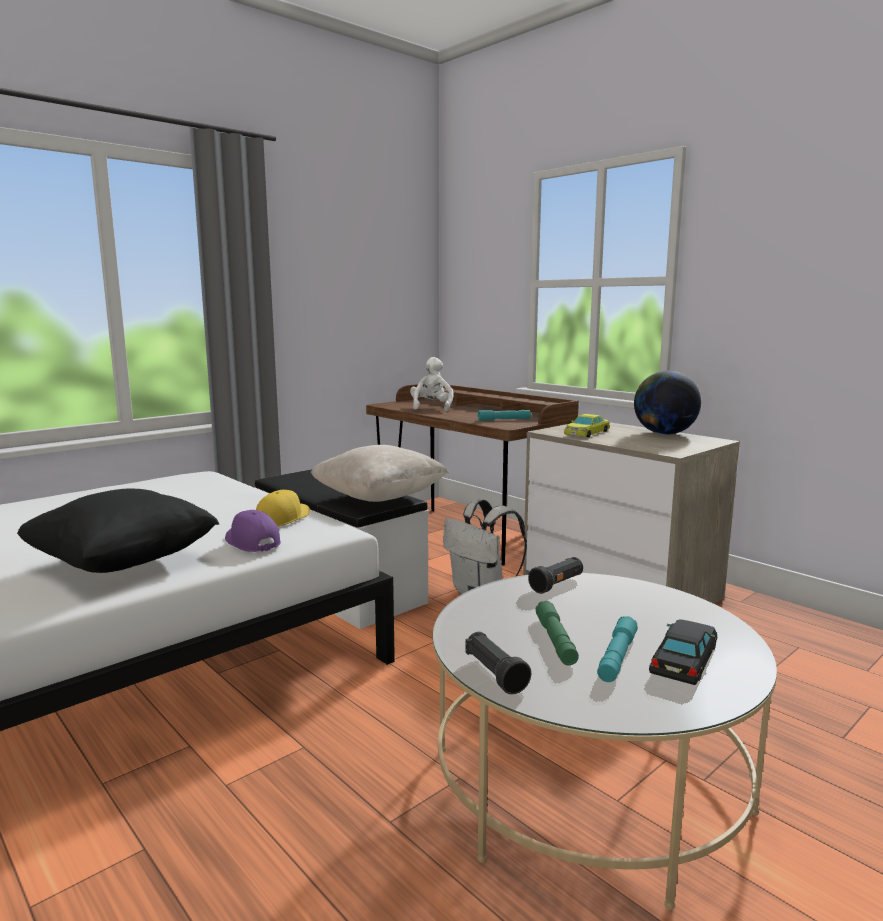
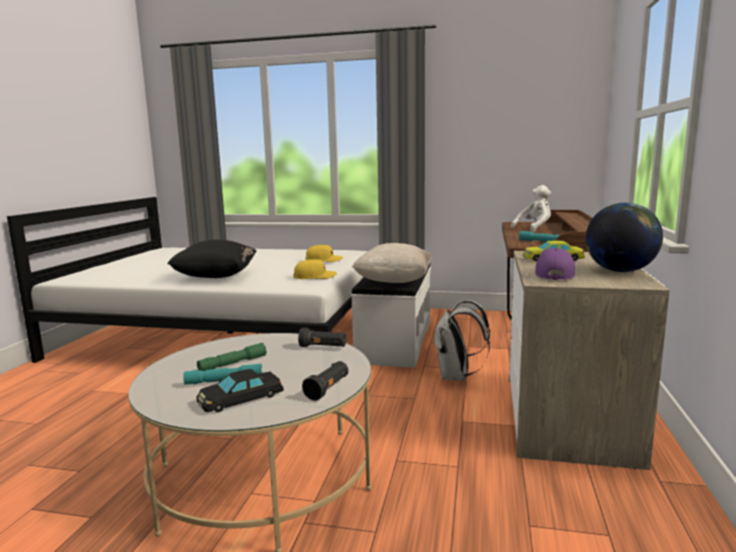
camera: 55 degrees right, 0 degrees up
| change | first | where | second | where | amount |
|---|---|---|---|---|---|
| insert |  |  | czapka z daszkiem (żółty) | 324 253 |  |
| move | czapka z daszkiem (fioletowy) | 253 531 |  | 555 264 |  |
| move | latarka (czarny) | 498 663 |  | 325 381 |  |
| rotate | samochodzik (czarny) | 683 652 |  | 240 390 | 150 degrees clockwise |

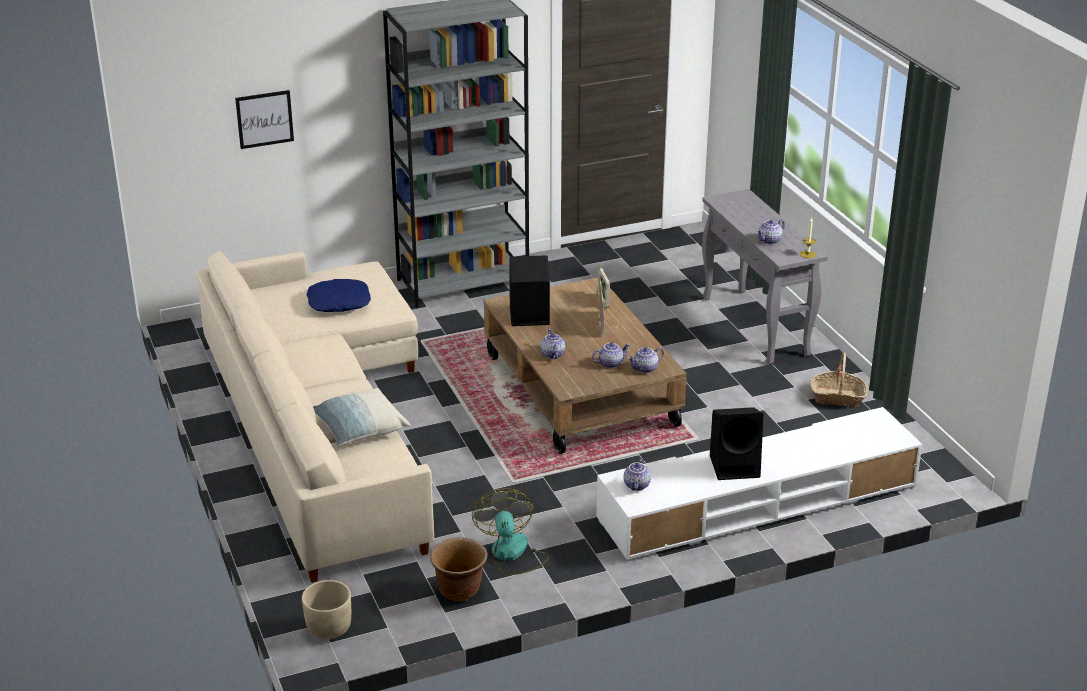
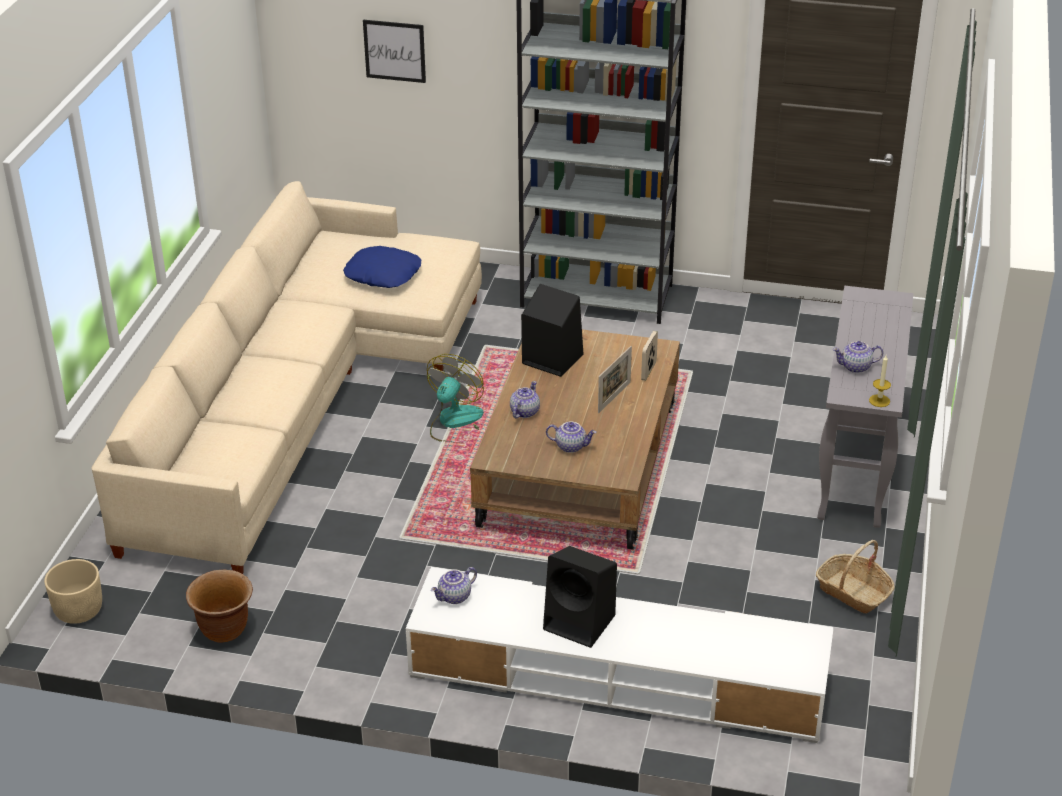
camera: 35 degrees right, 5 degrees up
| change | first | where | second | where | amount |
|---|---|---|---|---|---|
| delete | poduszka | 362 417 |  |  |  |
| delete | imbryk | 646 360 |  |  |  |
| move | wentylator | 510 531 |  | 455 398 |  |

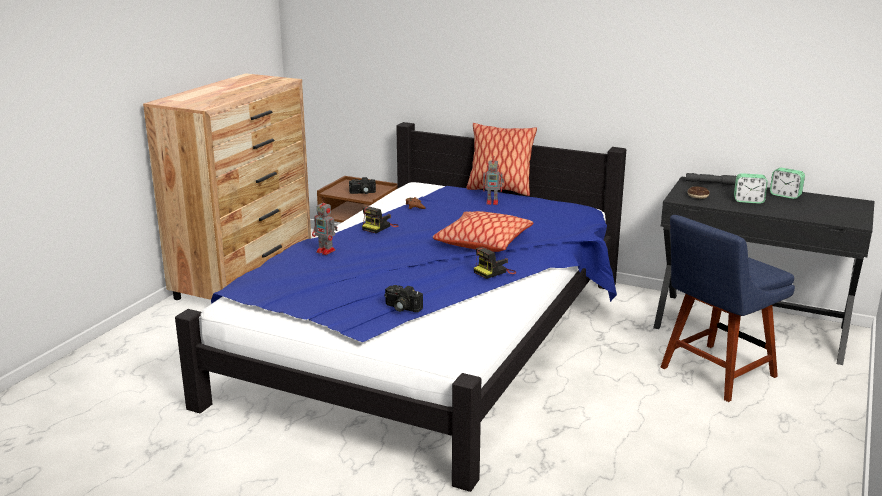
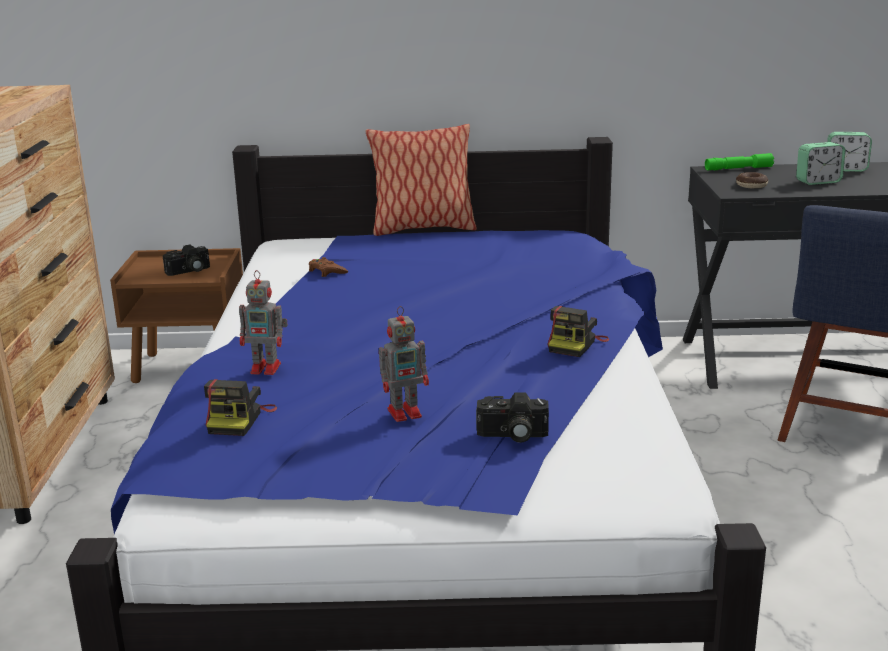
camera: 25 degrees left, 0 degrees up
| change | first | where | second | where | amount |
|---|---|---|---|---|---|
| delete | poduszka | 483 231 |  |  |  |
| move | aparat fotograficzny | 380 219 |  | 240 407 |  |
| move | robot zabawkowy | 493 180 |  | 404 364 |  |
| recolor | latarka (szary) | 711 179 | latarka (zielony) | 739 161 |  |

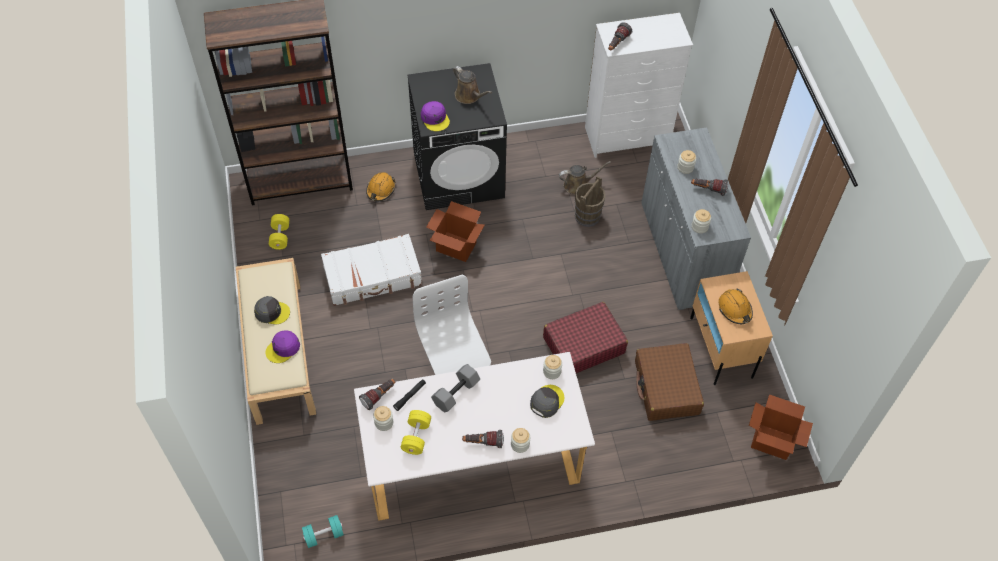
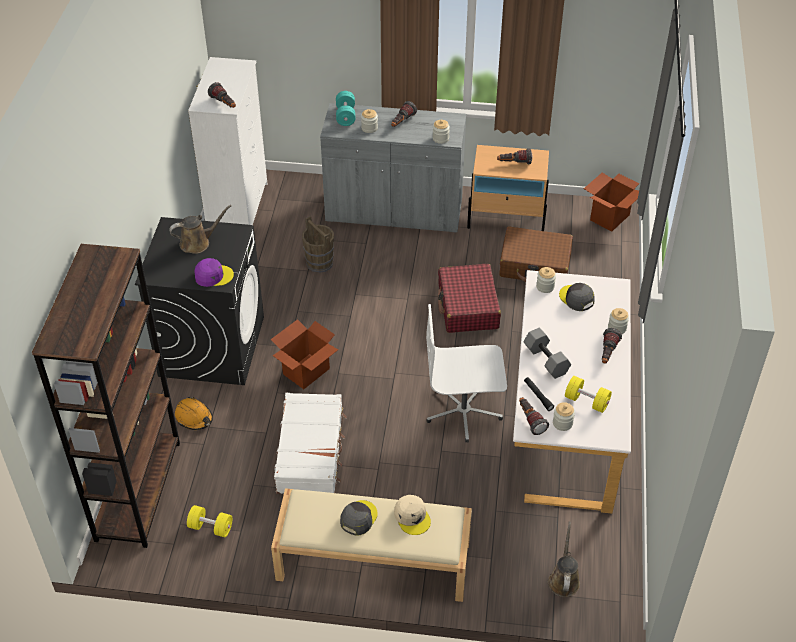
camera: 70 degrees left, 10 degrees down
| change | first | where | second | where | amount |
|---|---|---|---|---|---|
| move | hantel (turkusowy) | 323 531 |  | 345 108 |  |
| move | konewka (brązowy) | 585 178 |  | 564 559 |  |
| replace | kask (pomarańczowy) | 735 306 | latarka | 514 156 |  |
| recolor | czapka z daszkiem (fioletowy) | 283 347 | czapka z daszkiem (beżowy) | 412 515 |  |

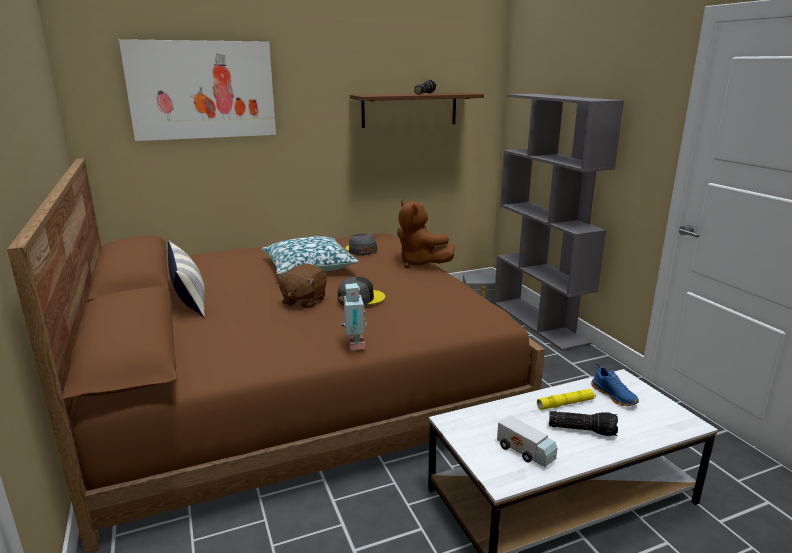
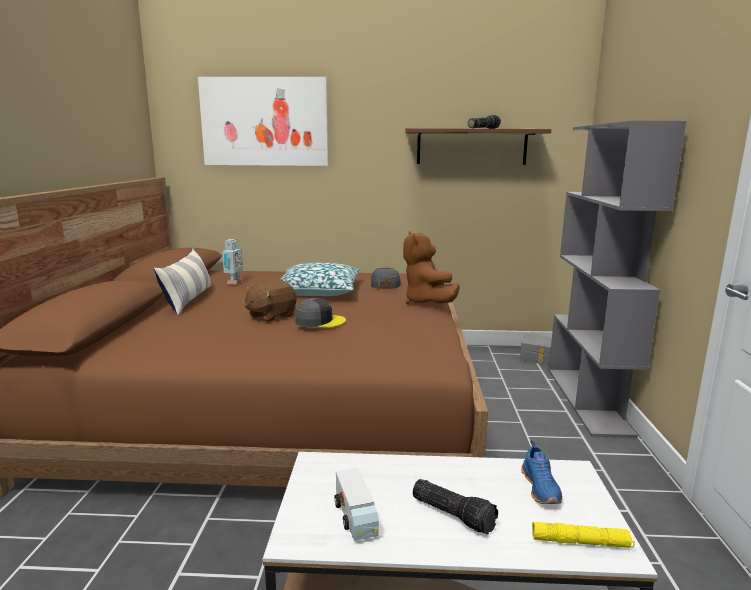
camera: 25 degrees right, 5 degrees down
| change | first | where | second | where | amount |
|---|---|---|---|---|---|
| move | robot zabawkowy | 354 316 |  | 233 262 |  |
| move | latarka (żółty) | 566 399 |  | 583 535 |  |

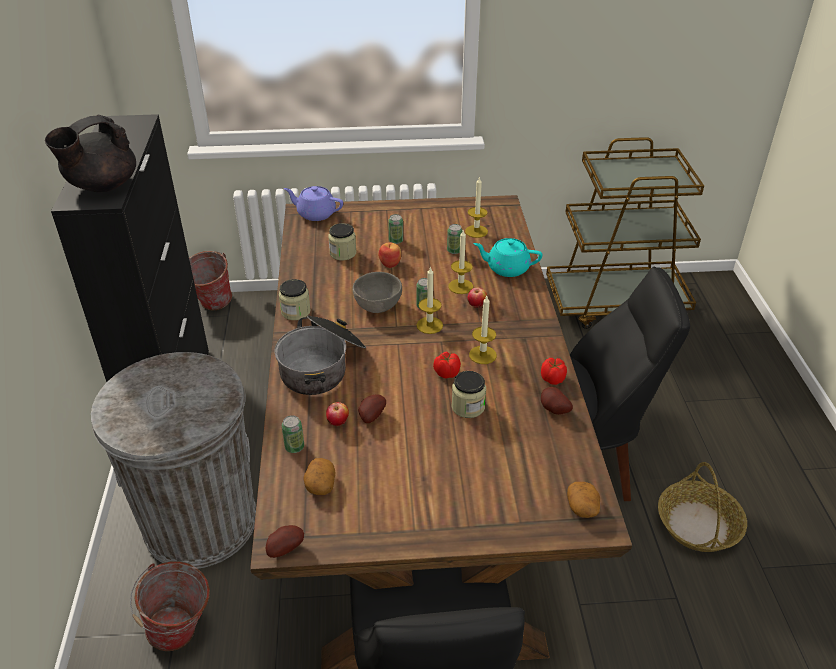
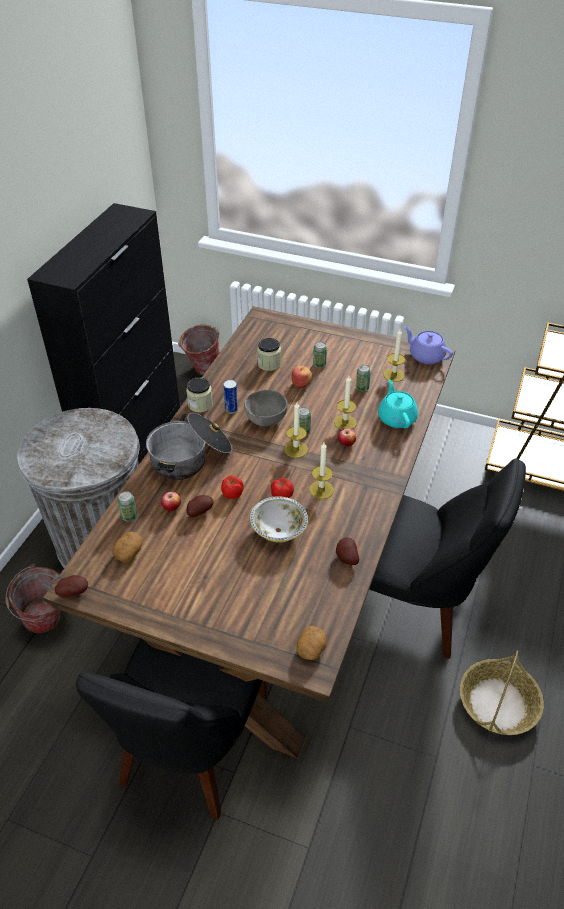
camera: 25 degrees right, 5 degrees up
| change | first | where | second | where | amount |
|---|---|---|---|---|---|
| delete | imbryk (czarny) | 90 153 |  |  |  |
| insert |  |  | puszka | 230 397 |  |
| move | imbryk (fioletowy) | 313 203 |  | 428 345 |  |
| move | pomidor | 554 371 |  | 232 487 |  |
| replace | słoik | 469 394 | miska | 279 519 |  |
| rotate | imbryk (turkusowy) | 507 257 |  | 398 404 | 45 degrees clockwise |

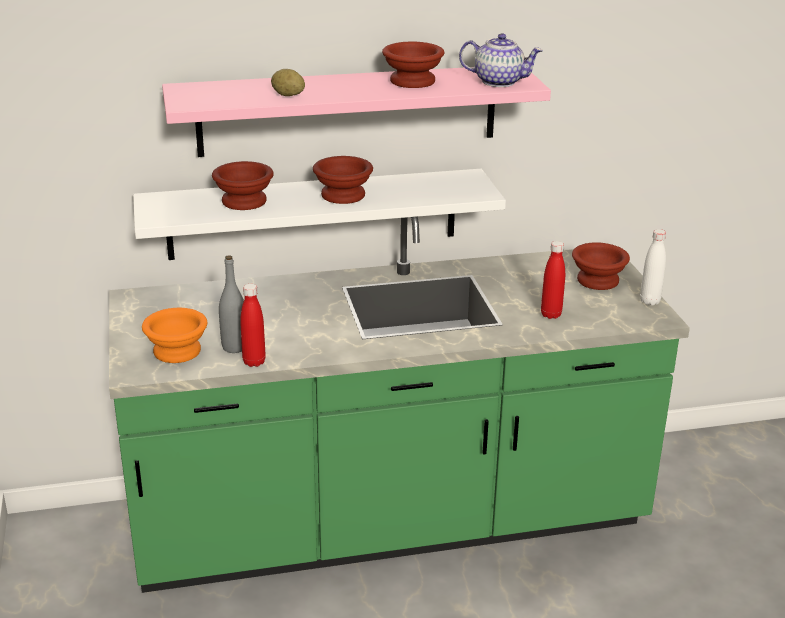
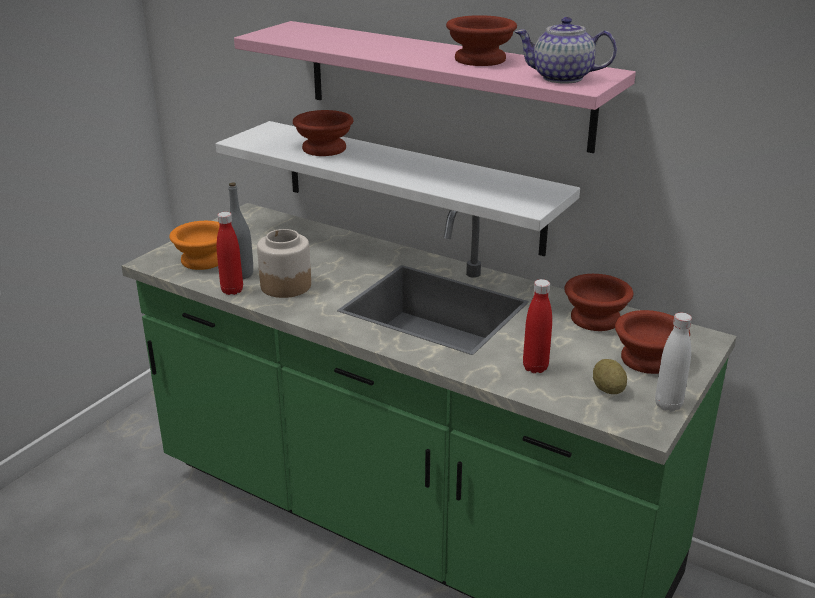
camera: 45 degrees right, 0 degrees up
| change | first | where | second | where | amount |
|---|---|---|---|---|---|
| insert |  |  | słoik | 284 263 |  |
| move | ziemniak | 288 82 |  | 610 376 |  |
| move | miska (brązowy) | 343 180 |  | 598 302 |  |
| rotate | imbryk | 501 60 |  | 566 50 | 135 degrees clockwise |

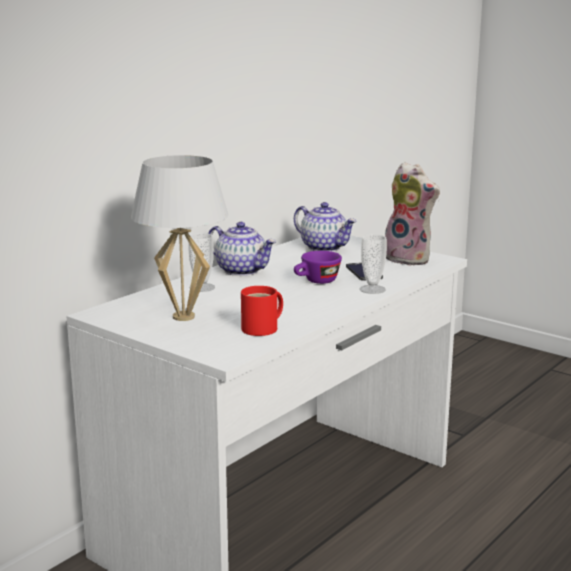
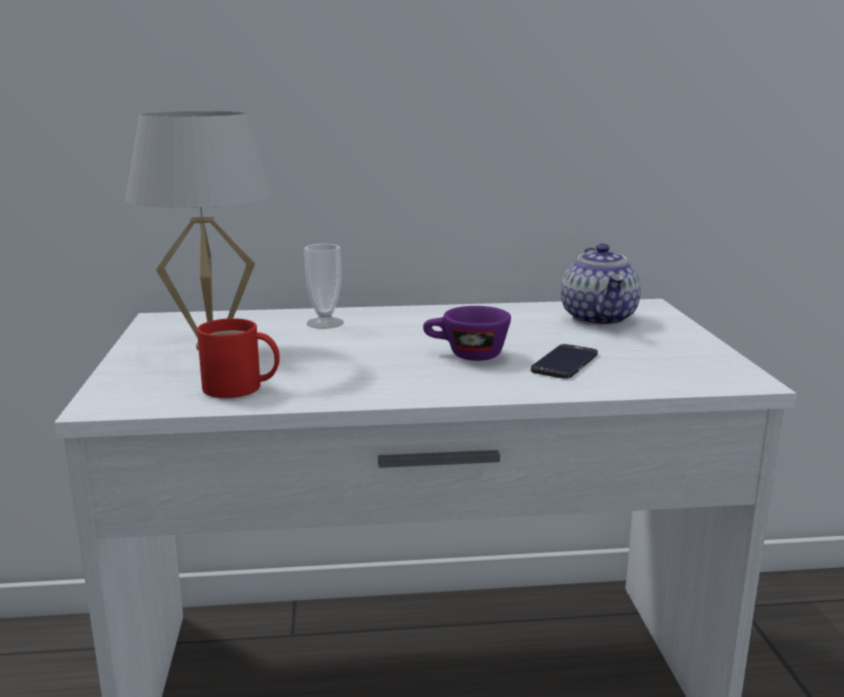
camera: 45 degrees right, 0 degrees up
| change | first | where | second | where | amount |
|---|---|---|---|---|---|
| delete | imbryk | 242 249 |  |  |  |
| delete | filiżanka | 373 264 |  |  |  |
| delete | pluszak | 412 214 |  |  |  |

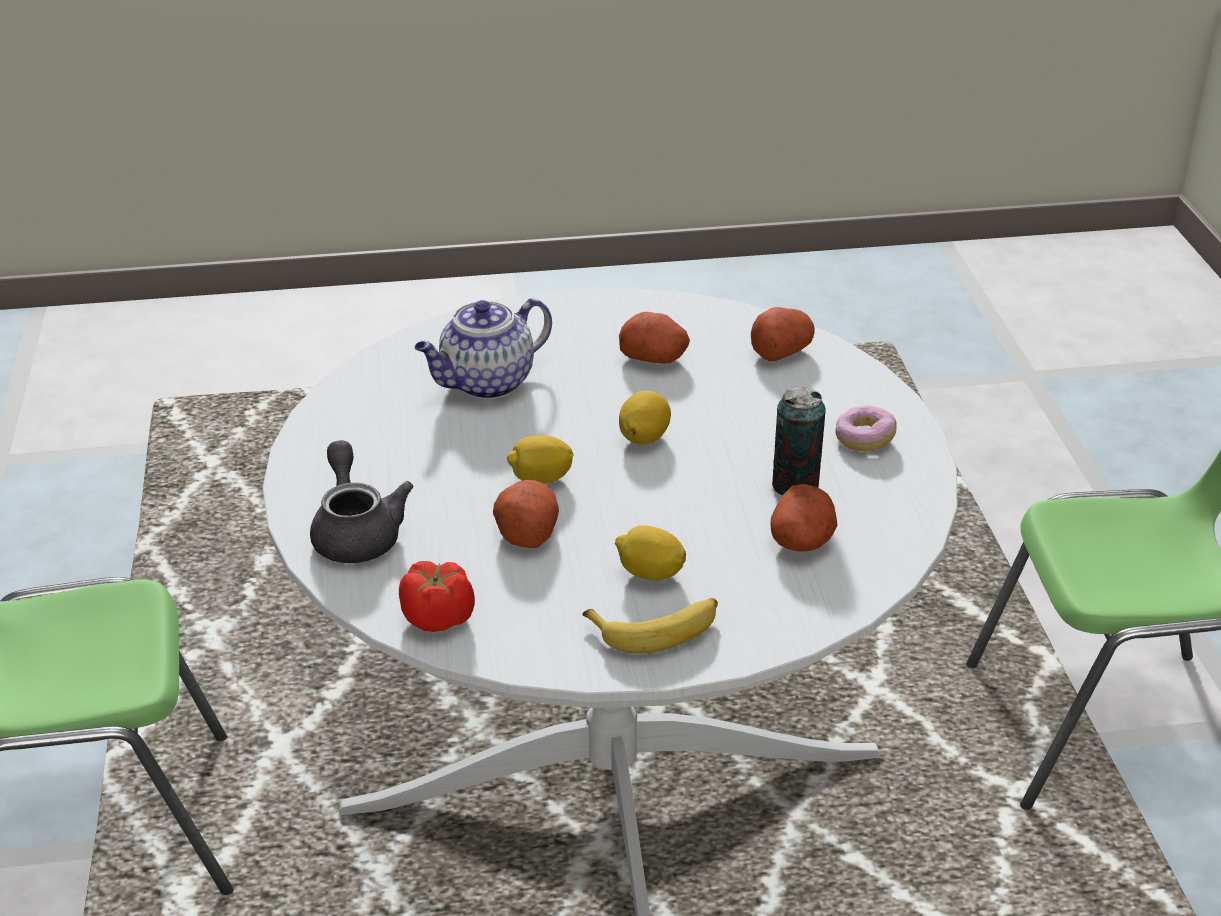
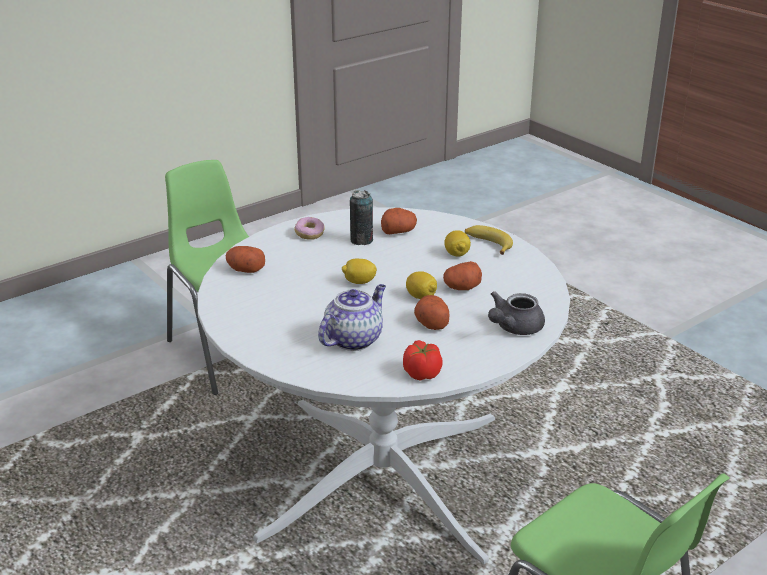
camera: 120 degrees left, 5 degrees down
| change | first | where | second | where | amount |
|---|---|---|---|---|---|
| move | pomidor | 437 596 |  | 423 360 |  |
| move | ziemniak | 654 338 |  | 431 312 |  |
| rotate | imbryk | 483 348 |  | 352 317 | 75 degrees counterclockwise |

